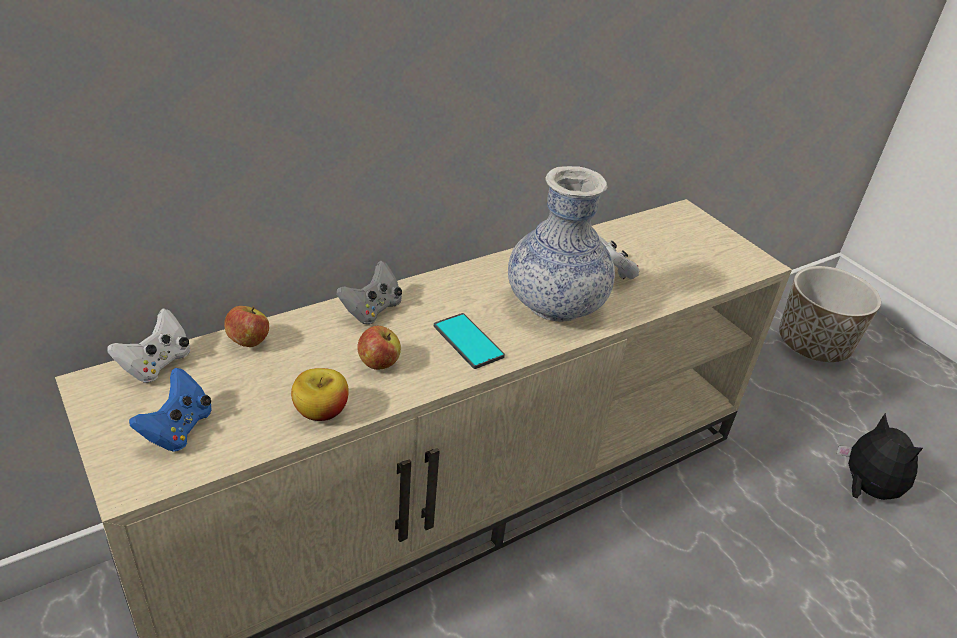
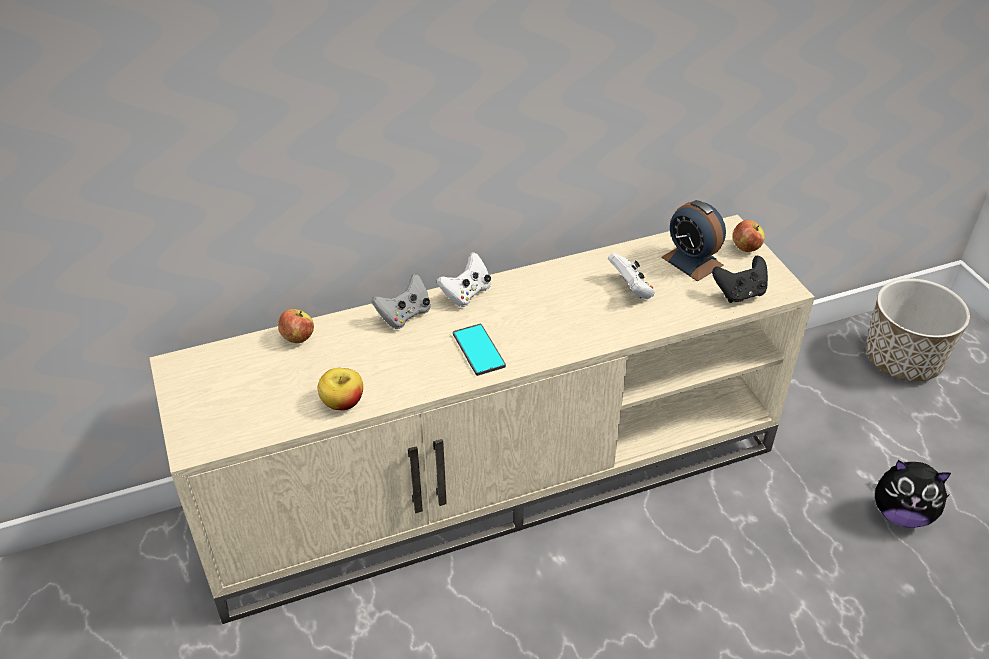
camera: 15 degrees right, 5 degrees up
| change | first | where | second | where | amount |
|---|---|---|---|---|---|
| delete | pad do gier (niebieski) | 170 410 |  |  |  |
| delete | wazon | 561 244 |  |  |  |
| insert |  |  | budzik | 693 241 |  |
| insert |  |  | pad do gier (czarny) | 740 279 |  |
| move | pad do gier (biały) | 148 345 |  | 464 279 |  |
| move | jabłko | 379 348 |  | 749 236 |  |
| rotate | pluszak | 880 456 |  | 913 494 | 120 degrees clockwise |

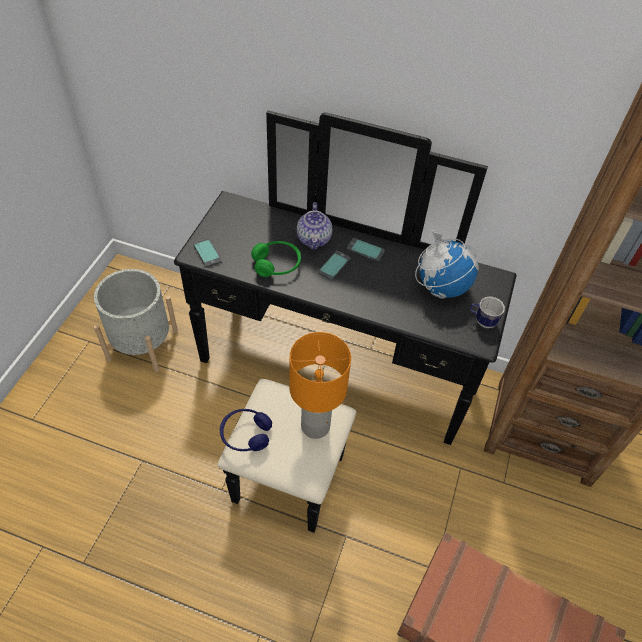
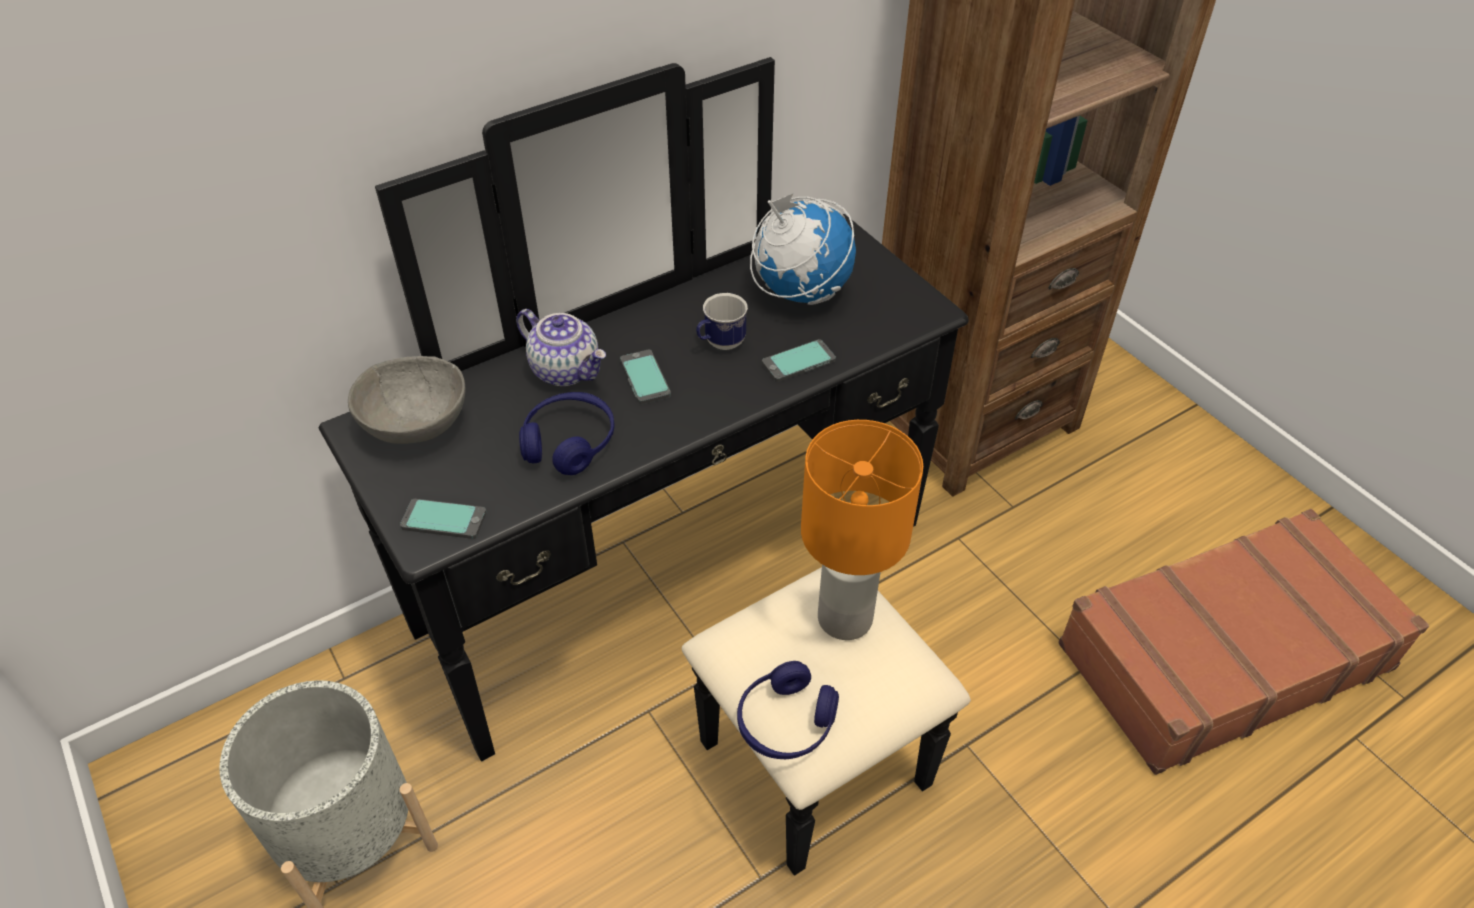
camera: 50 degrees left, 5 degrees down
| change | first | where | second | where | amount |
|---|---|---|---|---|---|
| insert |  |  | miska (szary) | 407 400 |  |
| move | telefon | 366 249 |  | 799 360 |  |
| move | kubek | 487 312 |  | 722 321 |  |
| recolor | słuchawki (zielony) | 276 259 | słuchawki (niebieski) | 567 433 |  |

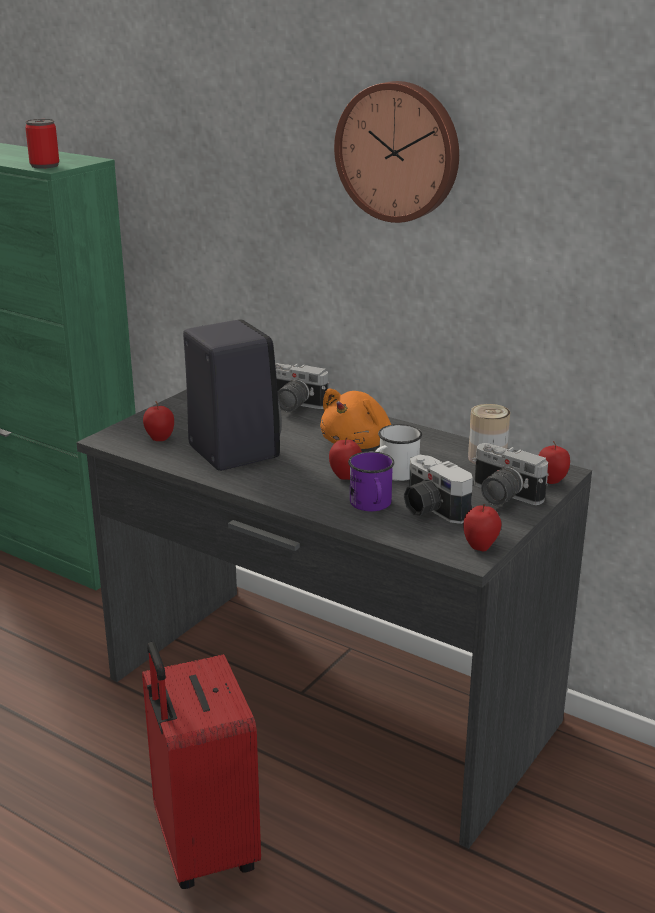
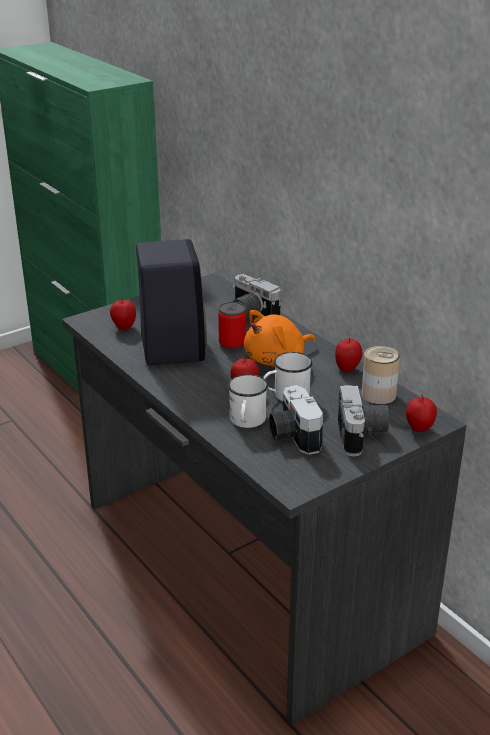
camera: 20 degrees right, 5 degrees up
| change | first | where | second | where | amount |
|---|---|---|---|---|---|
| delete | walizka (czerwony) | 201 765 |  |  |  |
| delete | zegar ścienny | 396 152 |  |  |  |
| move | puszka | 42 144 |  | 232 326 |  |
| move | jabłko | 482 527 |  | 348 355 |  |
| recolor | kubek (fioletowy) | 371 481 | kubek (biały) | 248 401 |  |
| rotate | aparat fotograficzny | 510 474 |  | 363 420 | 150 degrees counterclockwise |

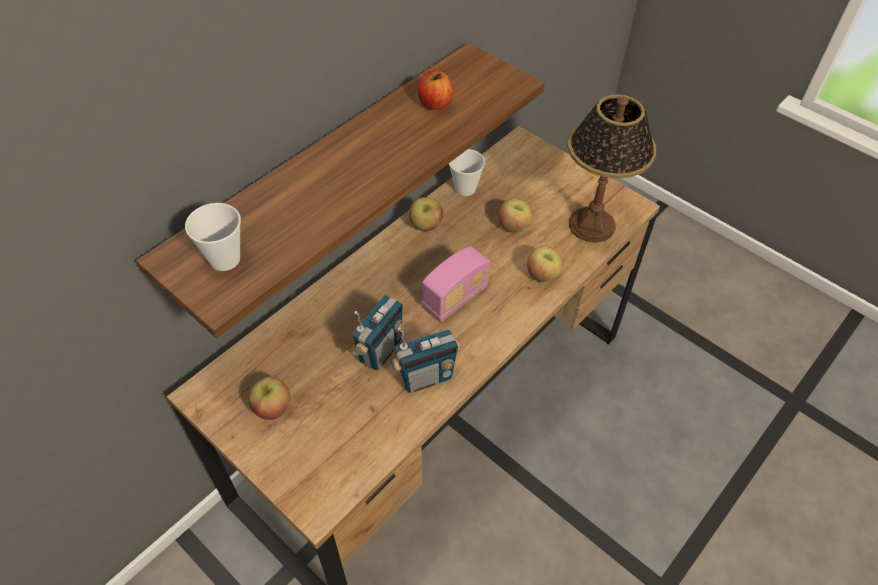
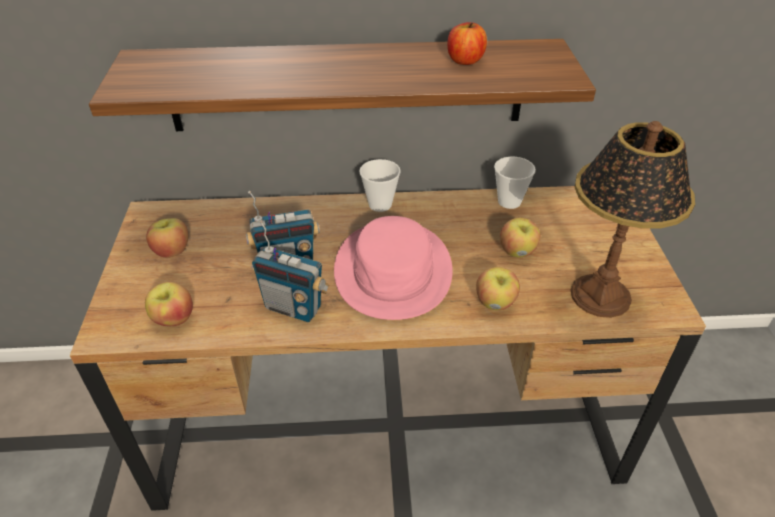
camera: 45 degrees right, 10 degrees down
| change | first | where | second | where | amount |
|---|---|---|---|---|---|
| move | filiżanka | 213 237 |  | 380 185 |  |
| move | jabłko | 426 214 |  | 169 304 |  |
| replace | radio | 456 284 | kapelusz (różowy) | 393 268 |  |

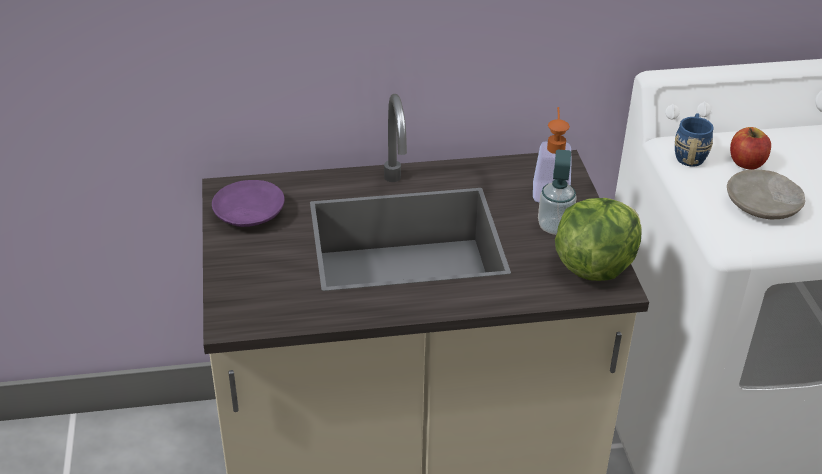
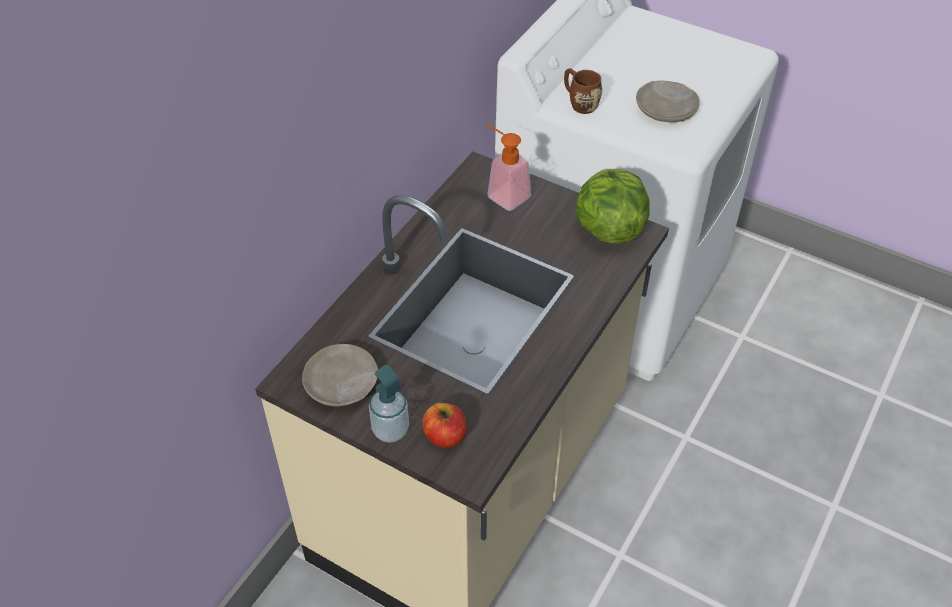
camera: 50 degrees left, 10 degrees up
| change | first | where | second | where | amount |
|---|---|---|---|---|---|
| move | dozownik mydła | 557 192 |  | 389 404 |  |
| move | jabłko | 750 148 |  | 445 425 |  |
| recolor | talerz (fioletowy) | 248 203 | talerz (beżowy) | 340 375 |  |
| recolor | kubek (niebieski) | 694 140 | kubek (brązowy) | 583 91 |  |

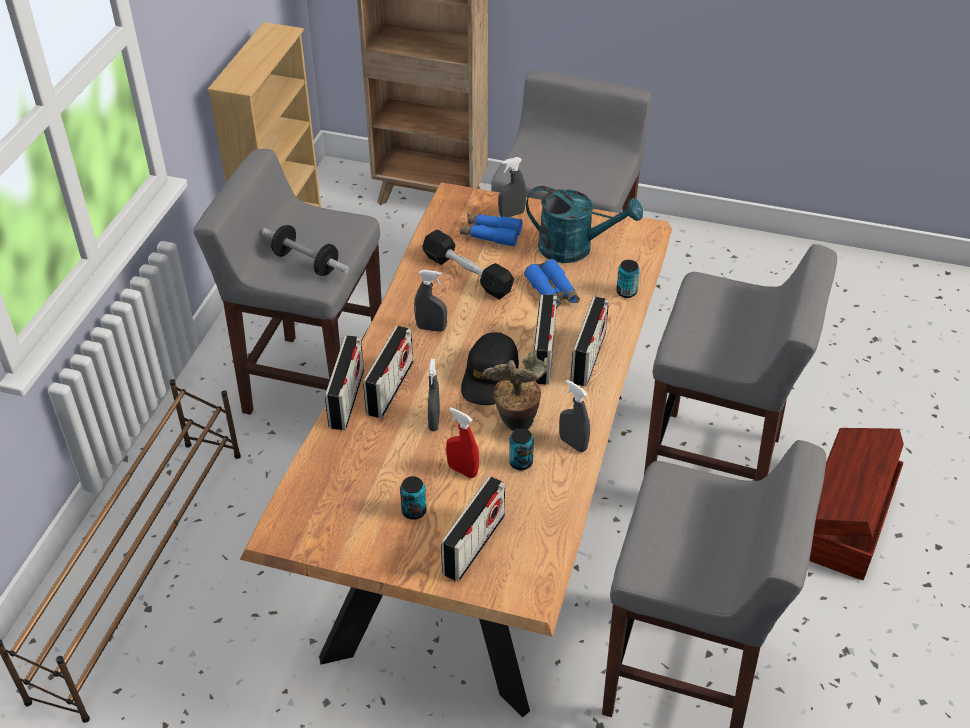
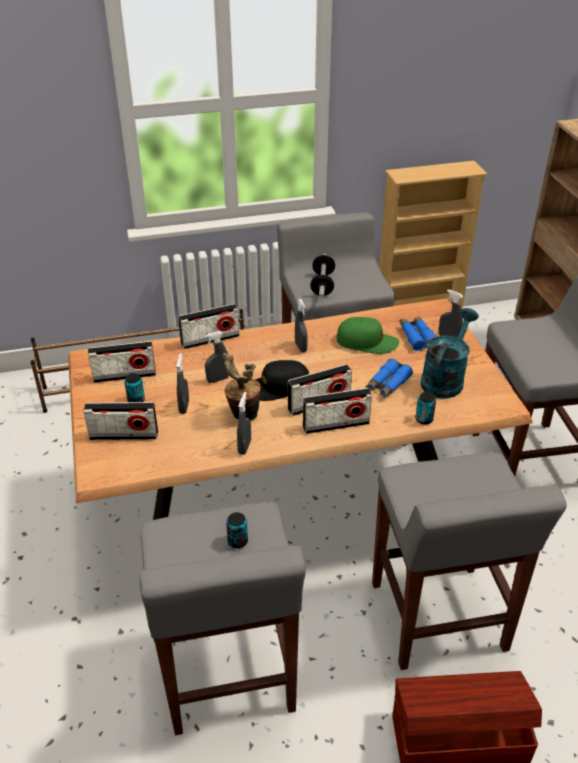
camera: 60 degrees right, 5 degrees down
| change | first | where | second | where | amount |
|---|---|---|---|---|---|
| move | radio | 388 372 |  | 122 362 |  |
| move | puszka | 521 449 |  | 237 530 |  |
| replace | hantel (czarny) | 468 264 | czapka z daszkiem (zielony) | 368 335 |  |
| recolor | spryskiwacz (czerwony) | 462 442 | spryskiwacz (szary) | 182 383 |  |
| rotate | konewka (turkusowy) | 584 224 |  | 450 353 | 135 degrees counterclockwise |

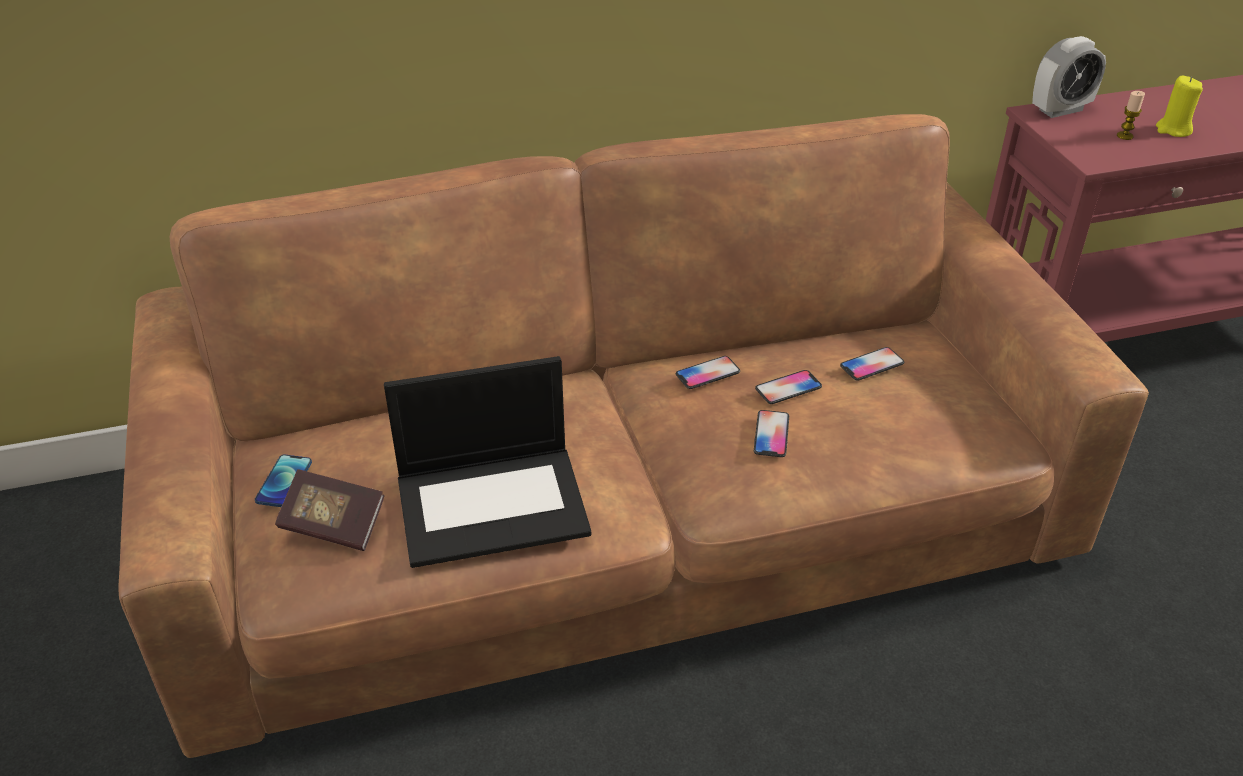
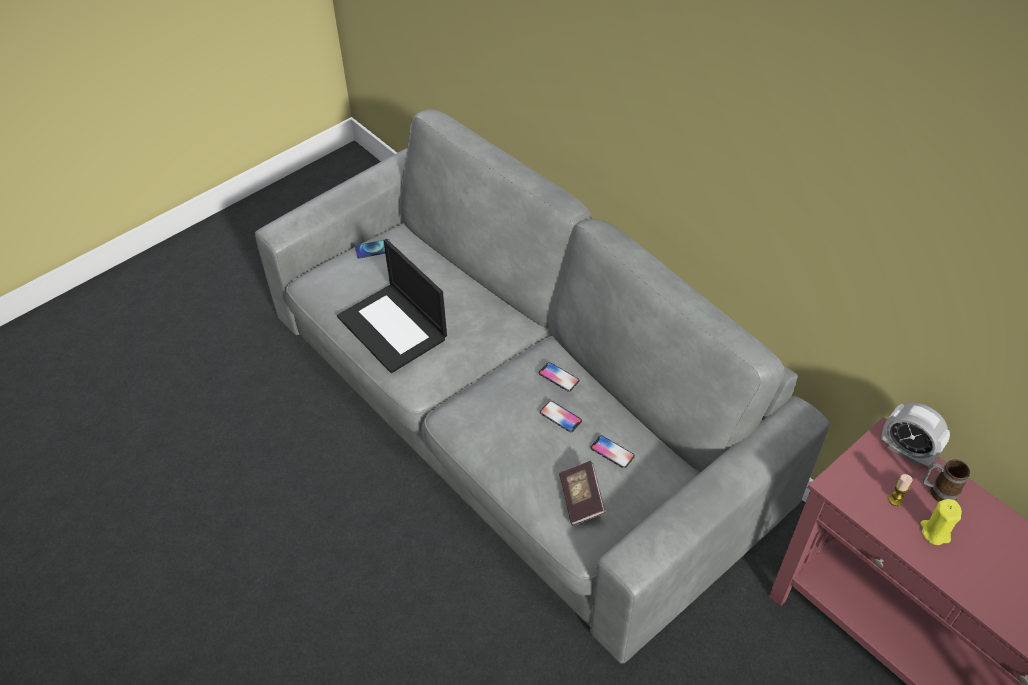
camera: 65 degrees right, 10 degrees up
| change | first | where | second | where | amount |
|---|---|---|---|---|---|
| delete | telefon | 771 433 |  |  |  |
| insert |  |  | kubek | 946 480 |  |
| move | książka | 330 510 |  | 582 493 |  |
| recolor | kanapa (brązowy) | 633 436 | kanapa (szary) | 542 386 |  |

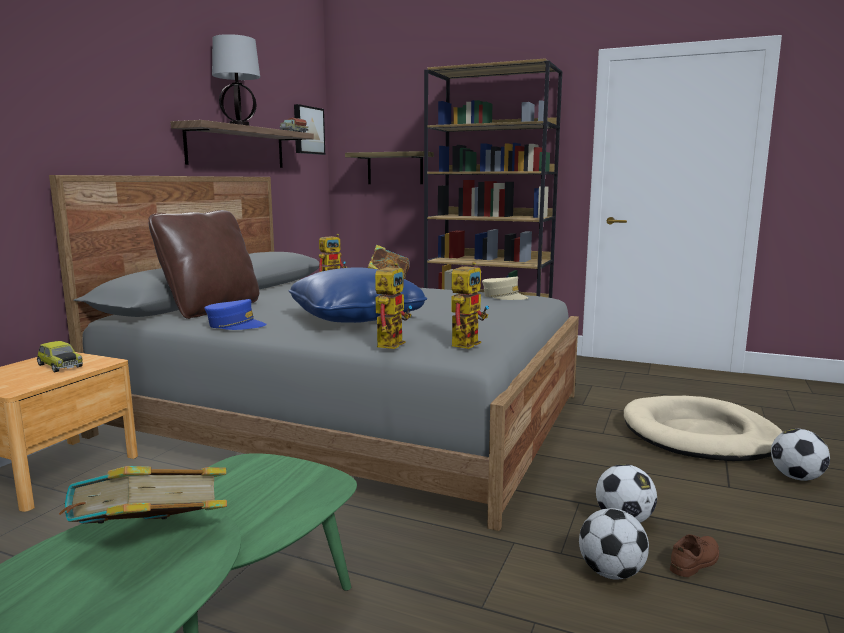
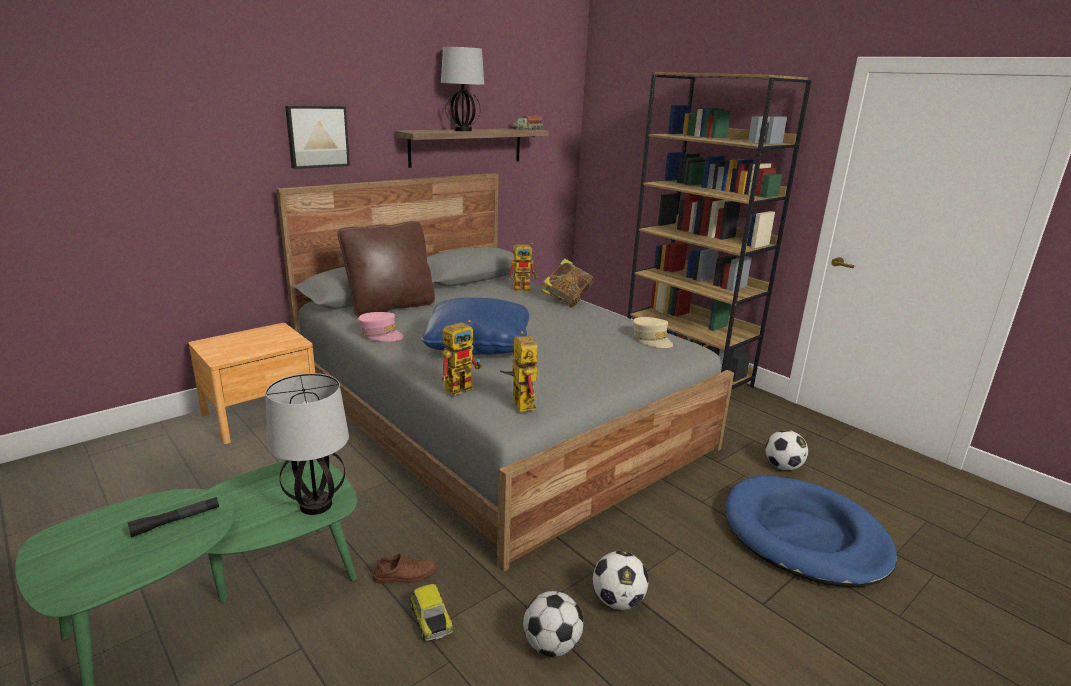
camera: 25 degrees right, 10 degrees up
| change | first | where | second | where | amount |
|---|---|---|---|---|---|
| delete | półka | 389 167 |  |  |  |
| insert |  |  | lampa stołowa | 307 444 |  |
| move | samochodzik | 60 356 |  | 431 612 |  |
| move | obraz | 309 129 |  | 317 137 |  |
| move | but (brązowy) | 694 555 |  | 405 569 |  |
| move | piłka futbolowa | 800 455 |  | 786 450 |  |
| replace | książka | 143 495 | latarka (czarny) | 173 517 |  |
| recolor | czapka z daszkiem (niebieski) | 235 314 | czapka z daszkiem (różowy) | 381 326 |  |
| recolor | legowisko (beżowy) | 703 428 | legowisko (niebieski) | 811 531 |  |
| rotate | robot zabawkowy | 470 305 |  | 519 371 | 75 degrees counterclockwise |

